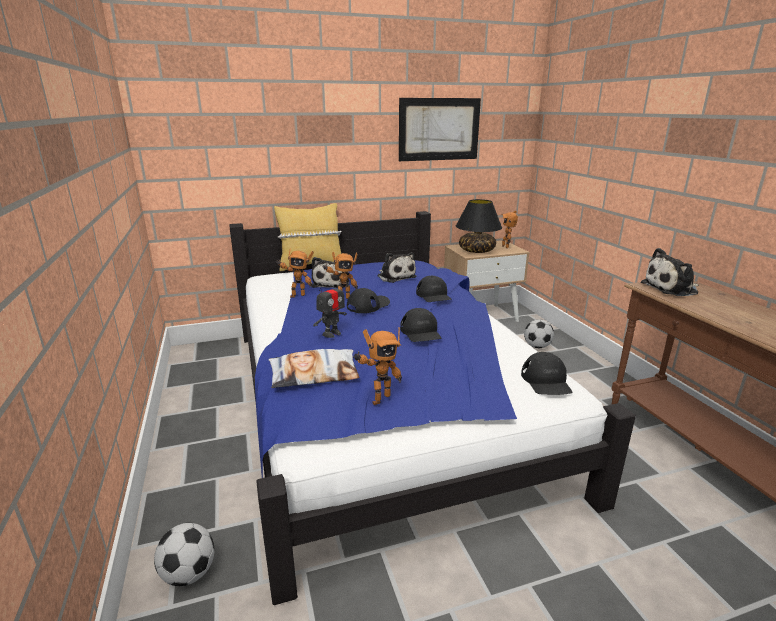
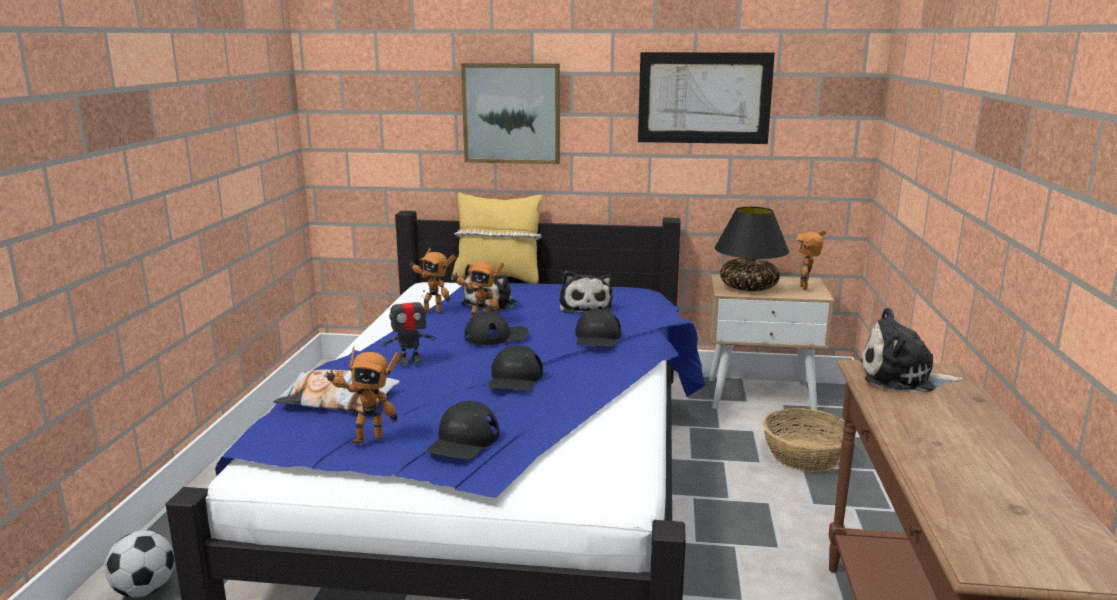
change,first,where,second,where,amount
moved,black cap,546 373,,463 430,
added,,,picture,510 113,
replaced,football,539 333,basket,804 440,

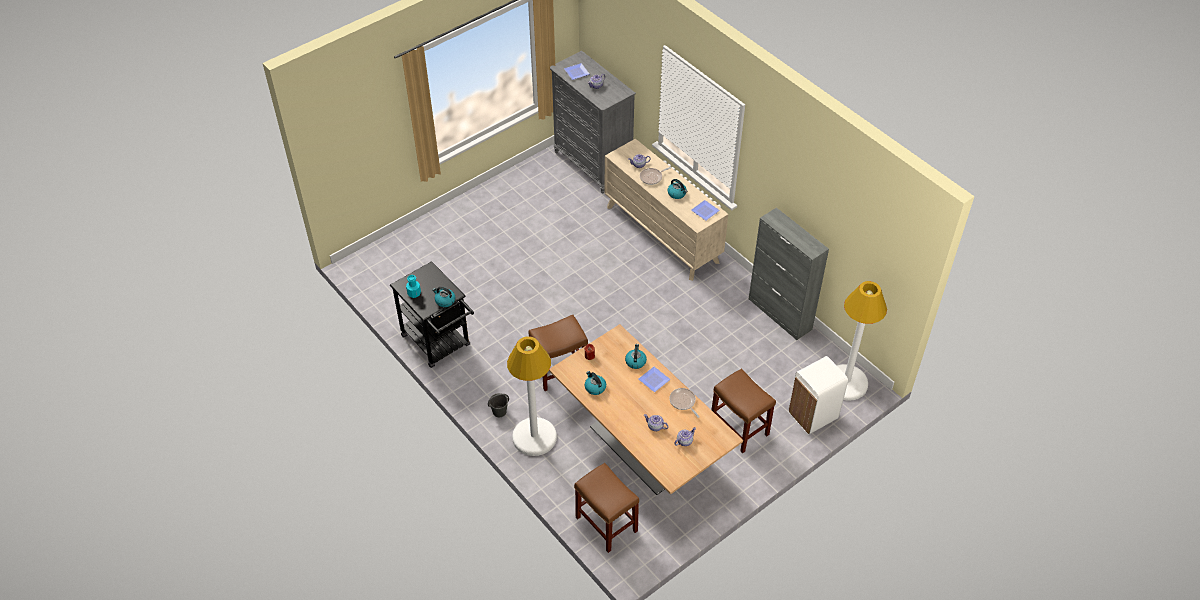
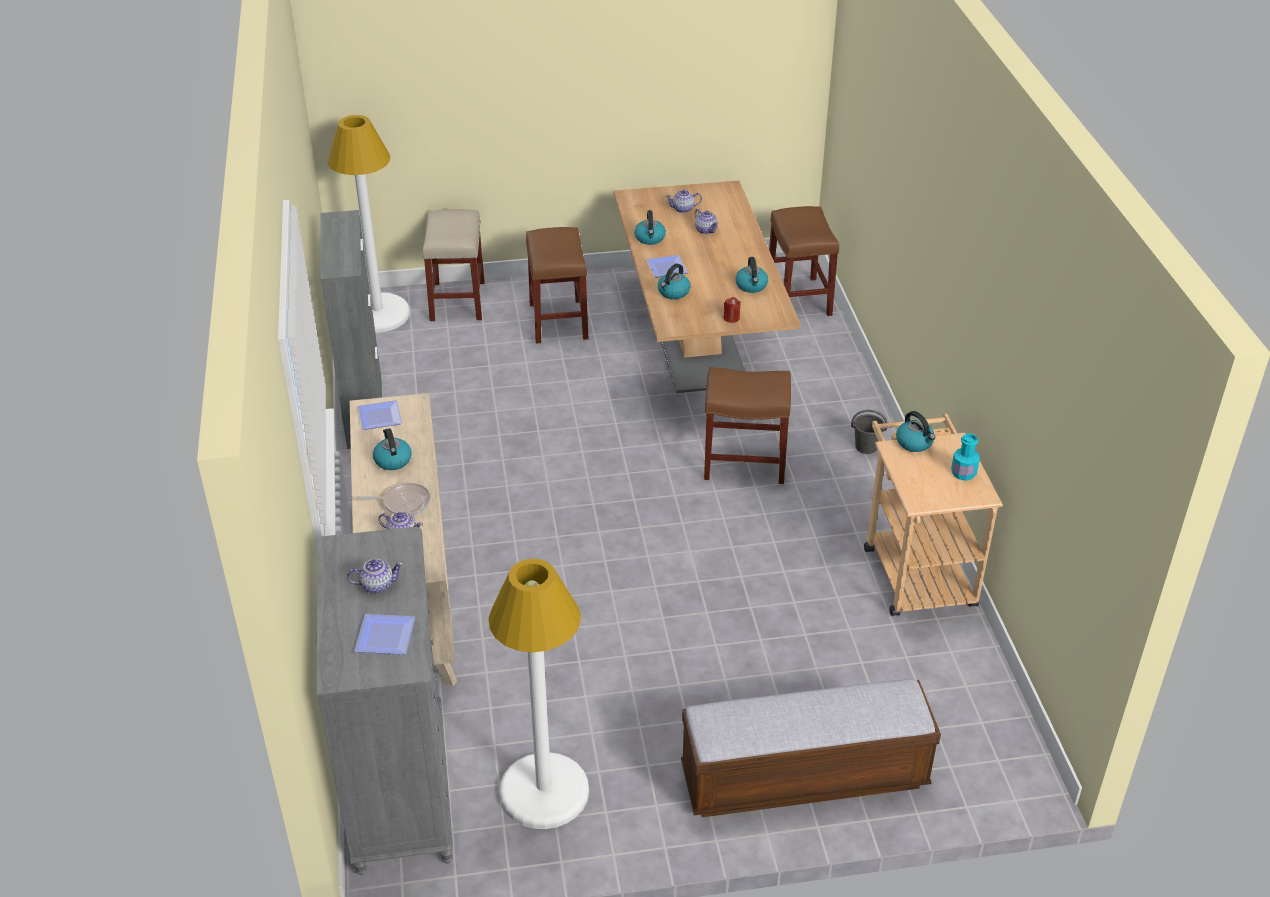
change,first,where,second,where,amount
replaced,whitish trash can,818 395,beige sitting stool,454 265,
moved,whitish floor lamp,532 396,,538 694,
replaced,frying pan,684 403,water kettle,650 227,
added,,,long seat,811 748,
recoloured,black wheeled cart,432 314,beige wheeled cart,933 515,

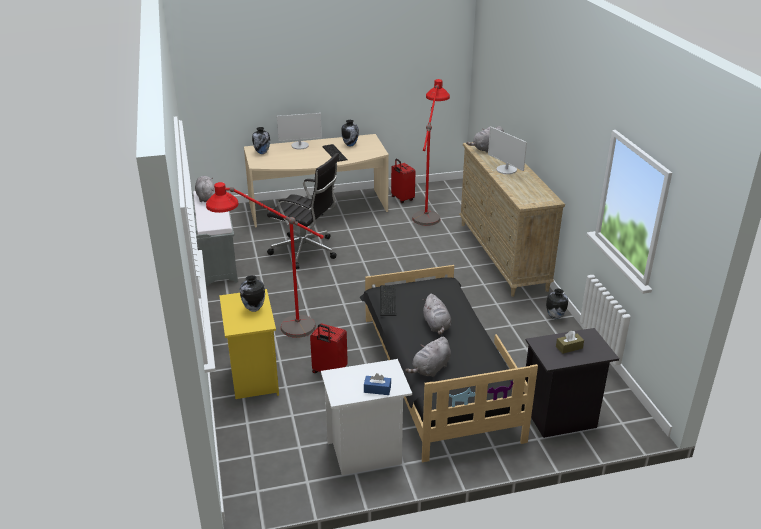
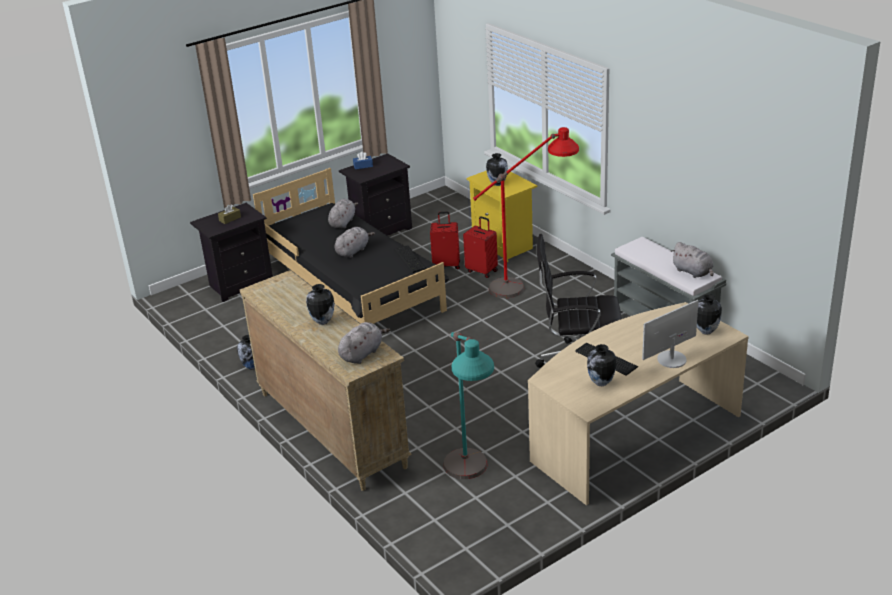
change,first,where,second,where,amount
replaced,monitor,507 150,flower vase,320 304,
turned,gray soft toy,437 314,,355 242,75 degrees clockwise
recoloured,whitish bedside table,366 417,black bedside table,375 194,
recoloured,red floor lamp,431 152,turquoise-coloured floor lamp,468 405,
moved,red suitcase,403 181,,480 247,

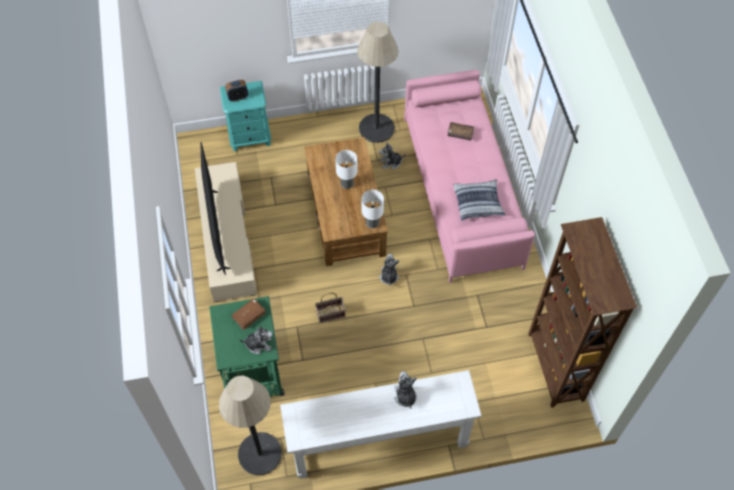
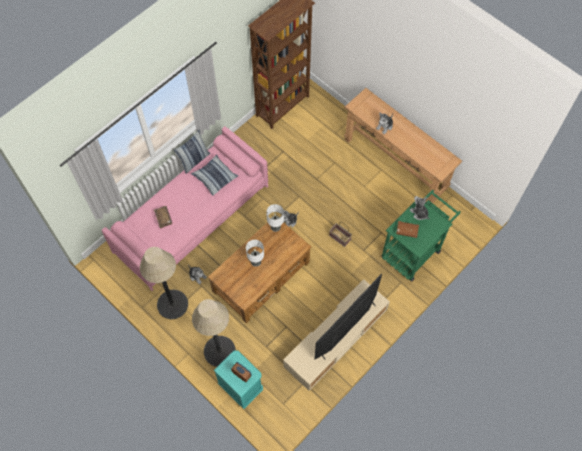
change,first,where,second,where,amount
added,,,throw pillow,192 152,
moved,floor lamp,250 425,,214 333,
recoloured,whitish hall table,381 424,brownish hall table,403 145,

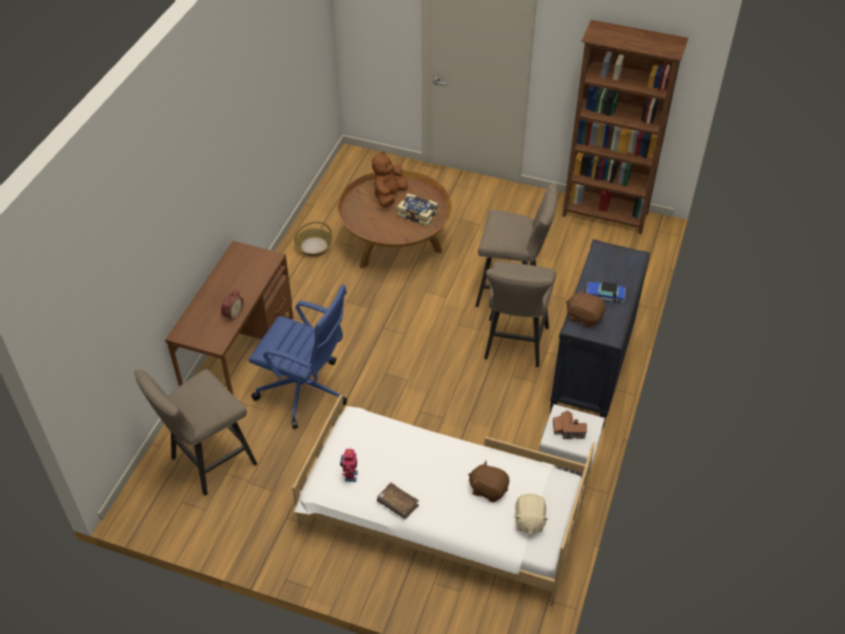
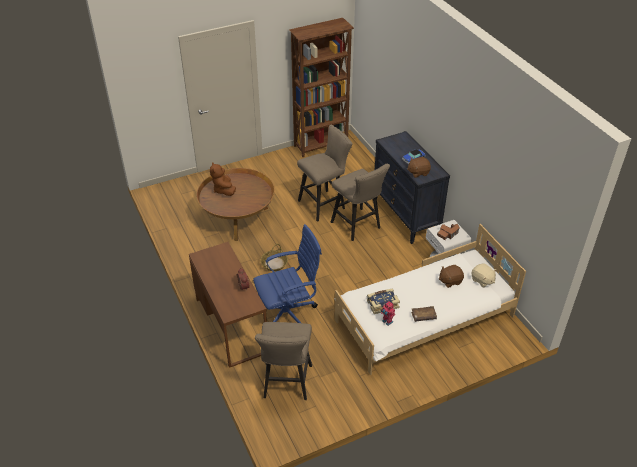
change,first,where,second,where,amount
moved,basket,313 239,,274 257,
moved,bound book,418 209,,383 301,

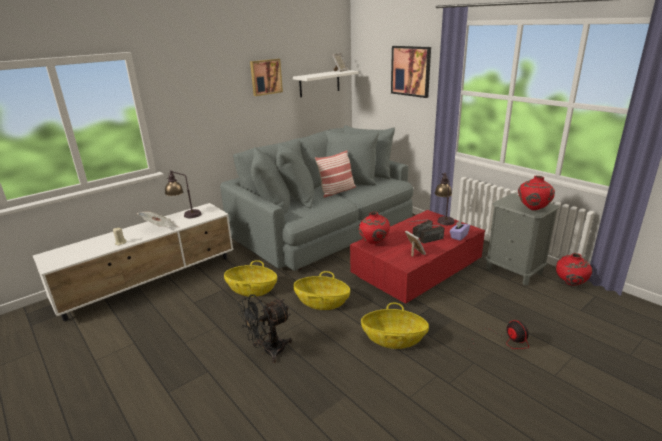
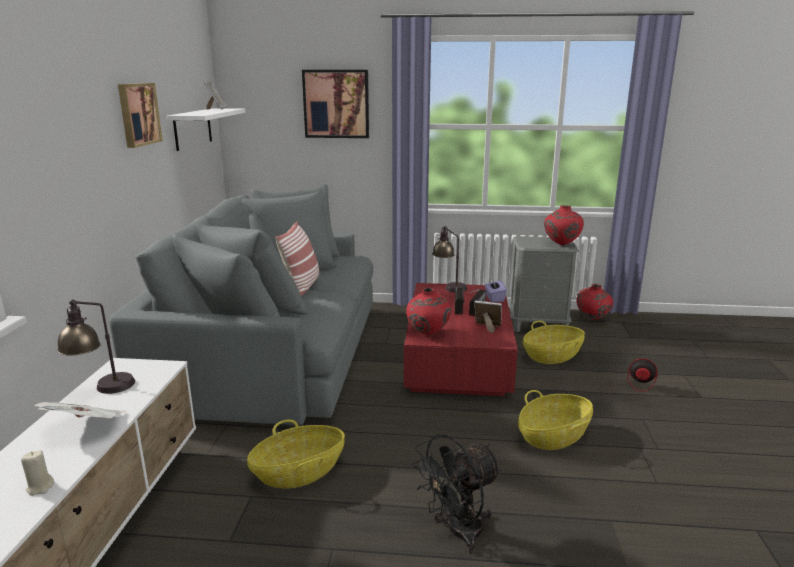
change,first,where,second,where,amount
turned,black cooling fan,265 328,,456 494,45 degrees clockwise
moved,basket,321 290,,554 342,

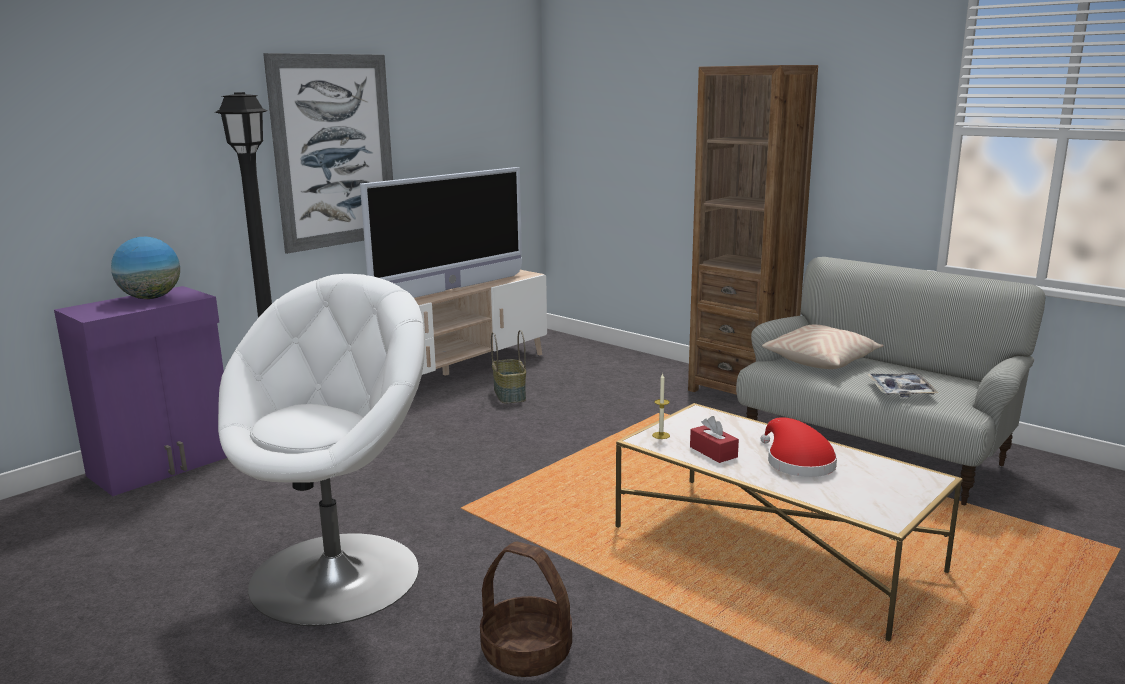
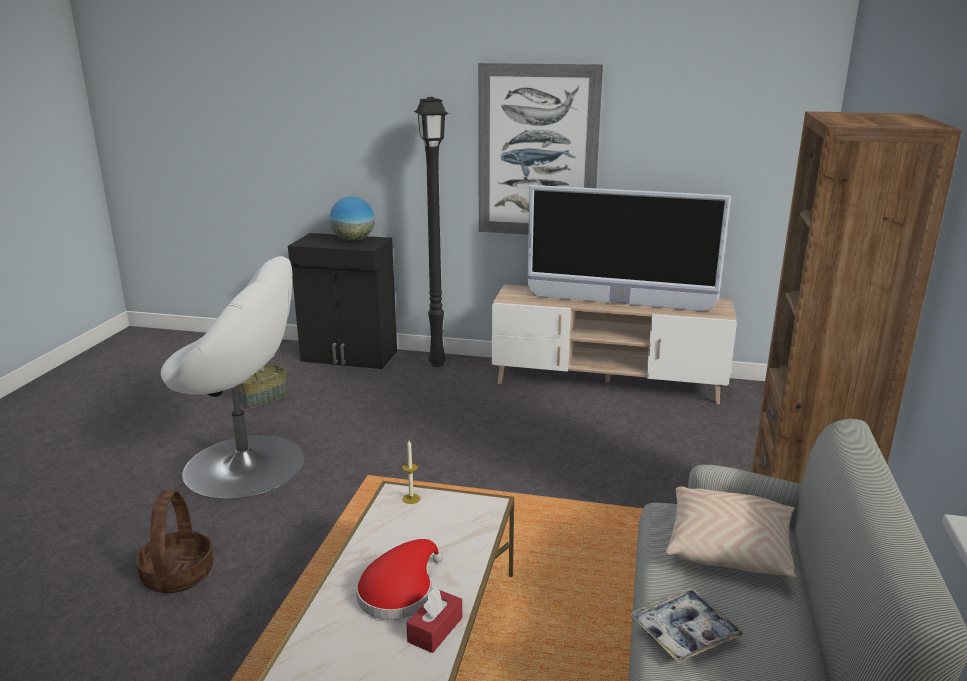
change,first,where,second,where,amount
moved,basket,508 367,,263 378,
recoloured,purplish cabinet,140 391,black cabinet,342 301,
moved,red box of tissues,714 439,,434 620,

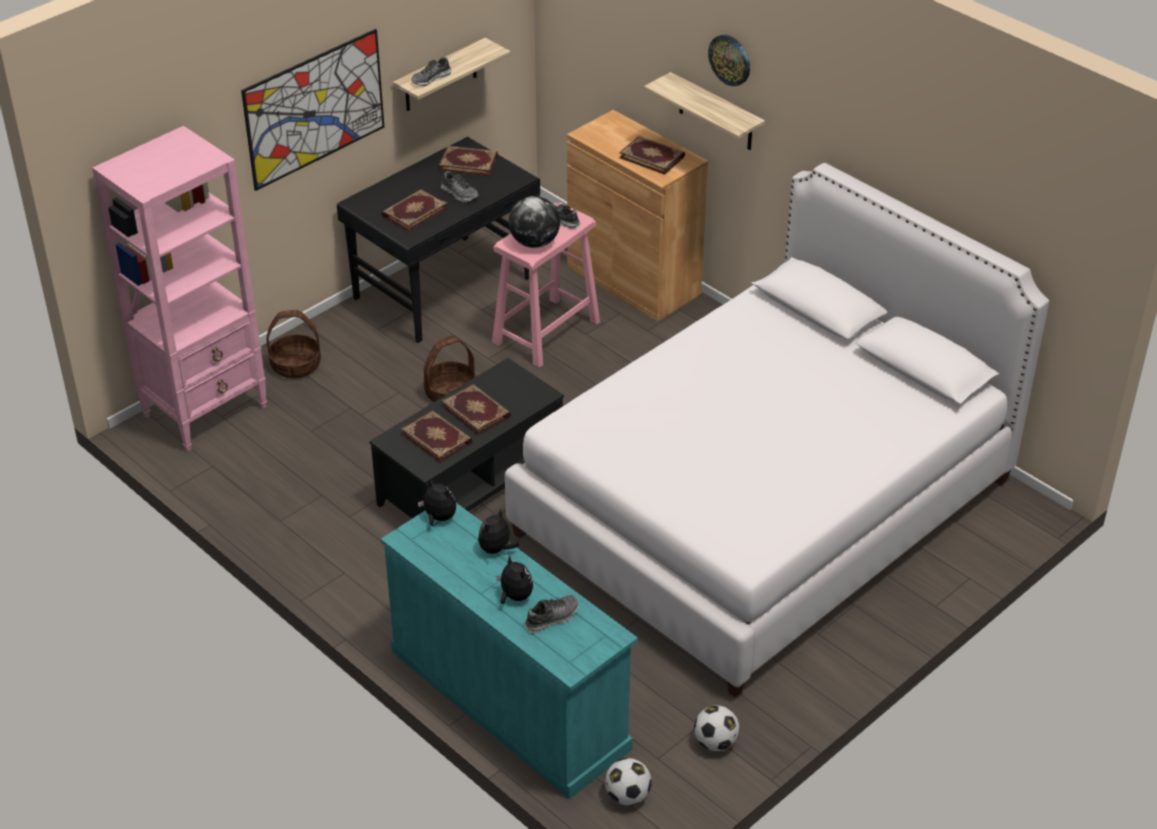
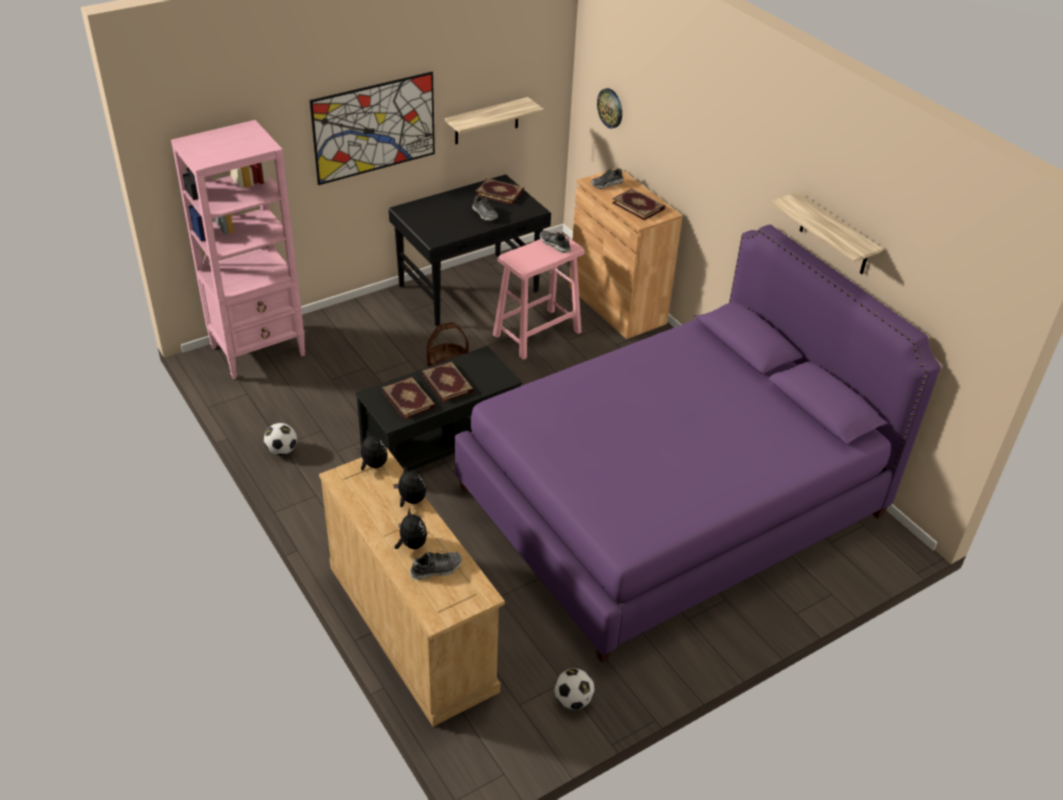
change,first,where,second,where,amount
moved,football,628 782,,280 439,
recoloured,turquoise-coloured drawer chest,509 651,beige drawer chest,412 587,
turned,soft toy,498 531,,409 486,90 degrees clockwise
recoloured,whitish bedroom bed,777 430,purplish bedroom bed,698 444,
moved,shoe,431 71,,607 178,
moved,wall clock,729 60,,609 108,
moved,wall shelf,704 111,,827 233,
removed,basket,293 344,,,
removed,bound book,414 210,,,
removed,desk globe,534 222,,,

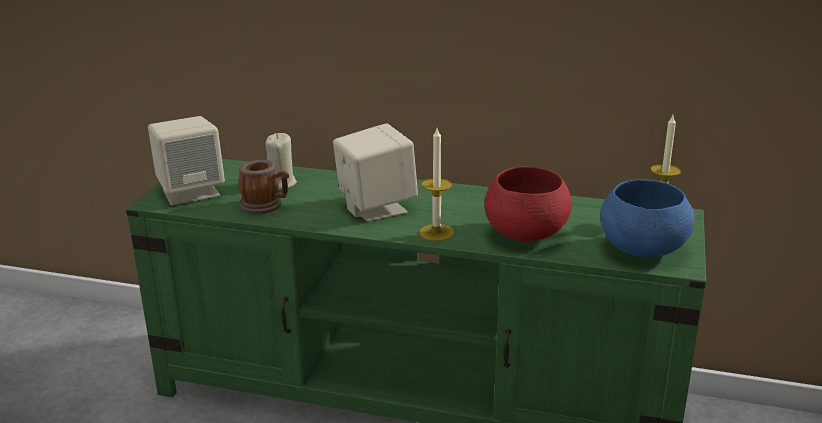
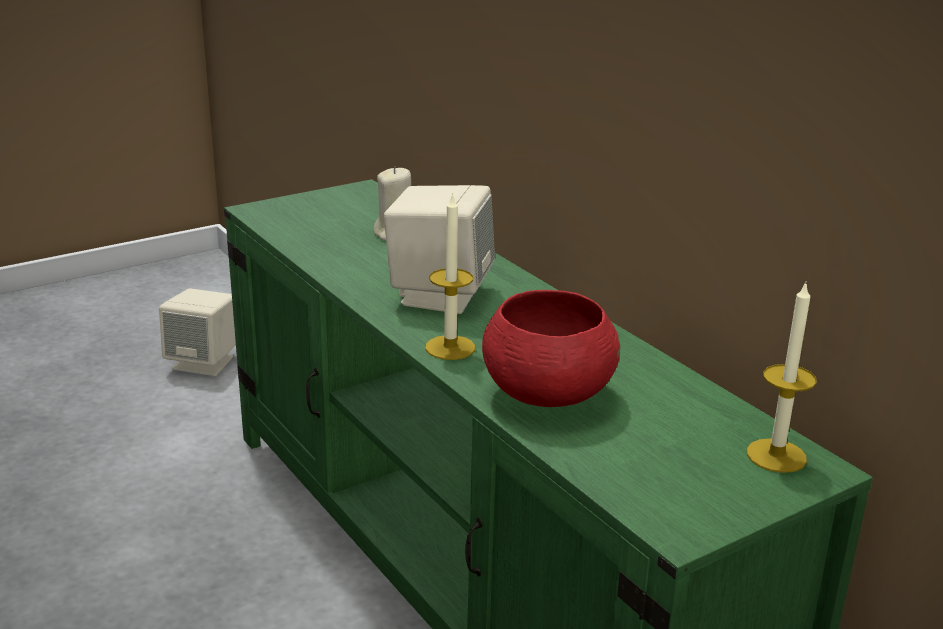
change,first,where,second,where,amount
moved,beige speaker,186 161,,197 332,
removed,mug,263 187,,,
removed,blue-coloured deep dish,647 218,,,

